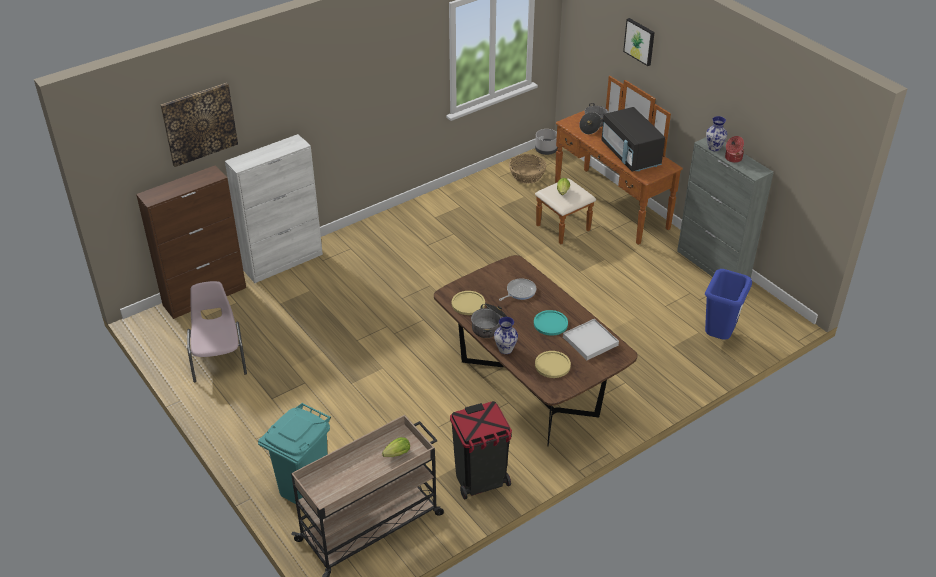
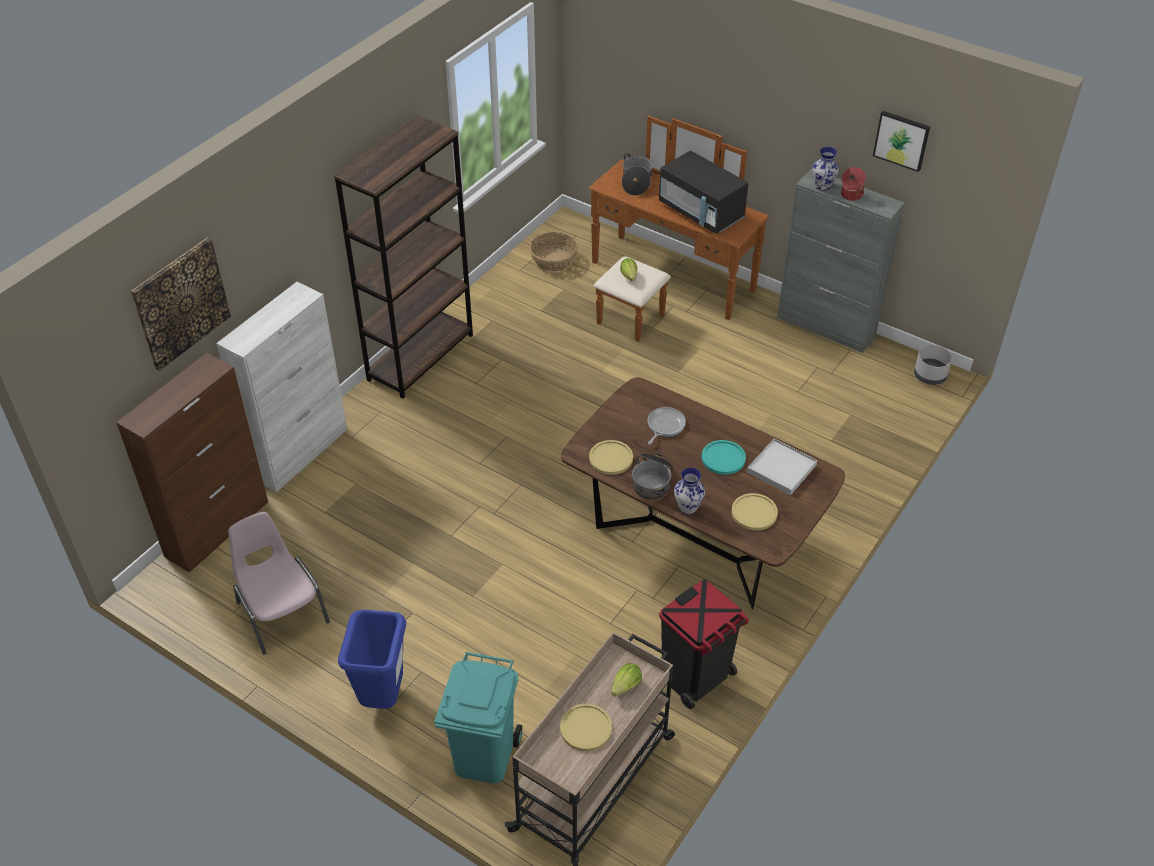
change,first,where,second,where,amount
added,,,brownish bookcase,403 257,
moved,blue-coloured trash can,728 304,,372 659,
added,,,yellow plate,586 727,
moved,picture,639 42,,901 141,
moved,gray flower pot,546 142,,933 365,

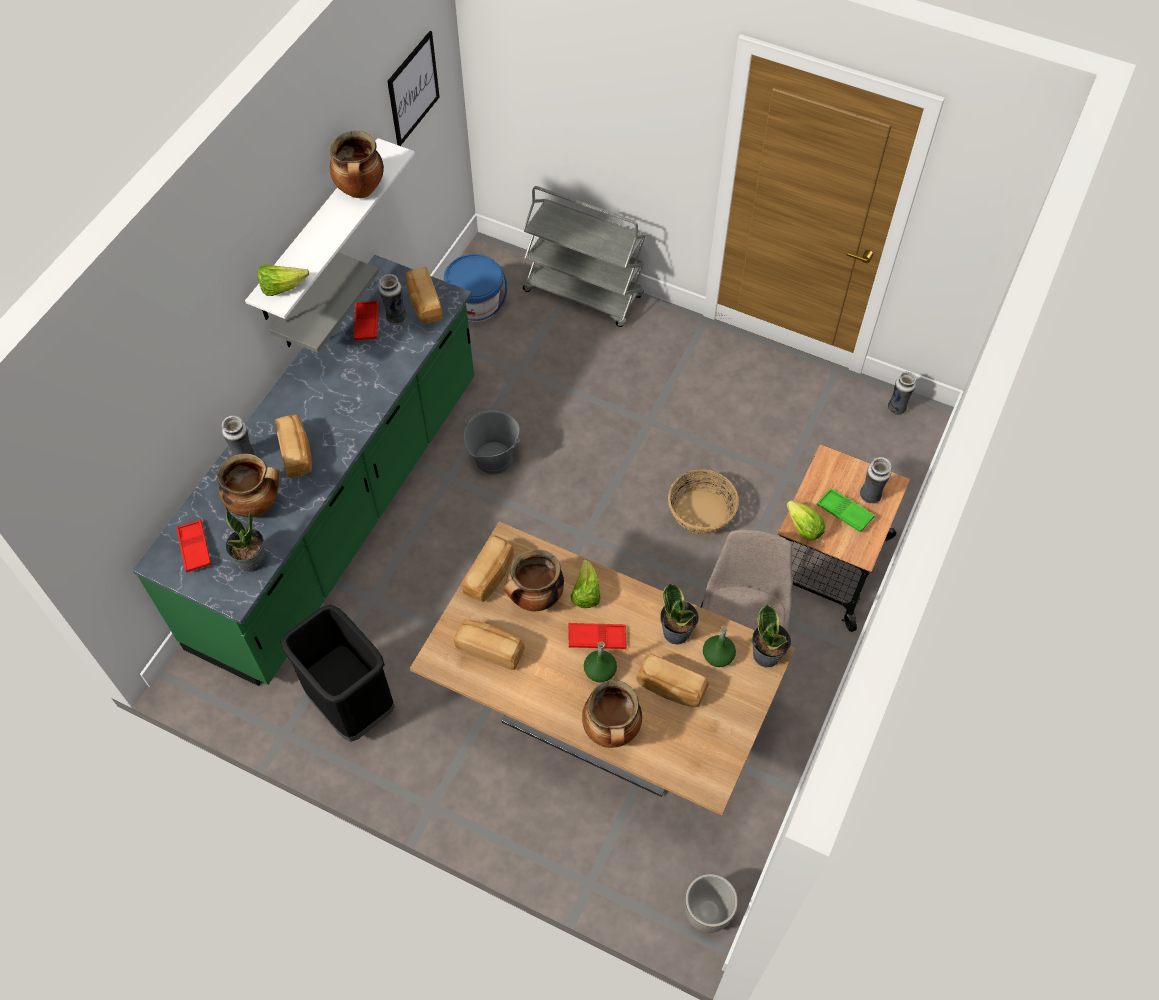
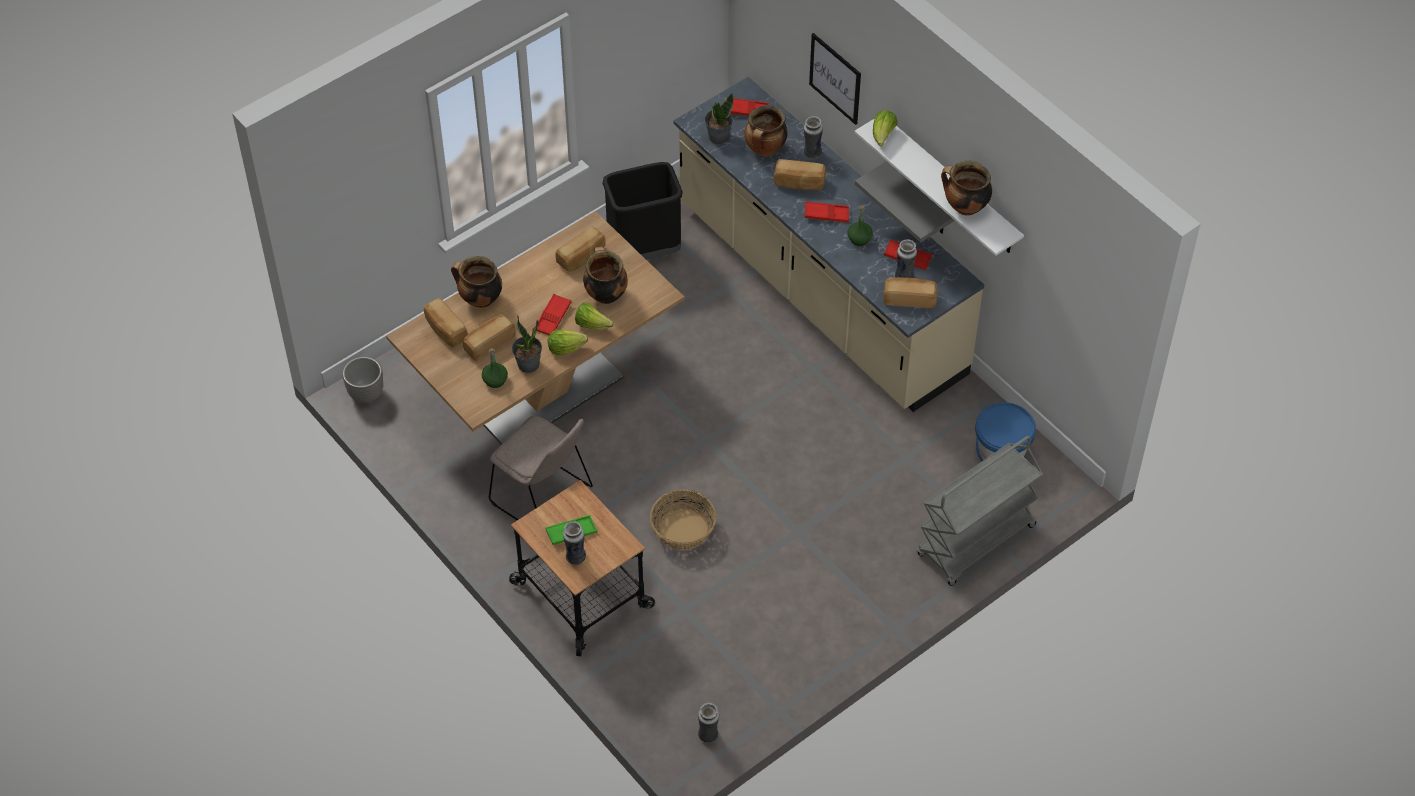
change,first,where,second,where,amount
moved,baked bread,487 569,,446 322,
moved,lettuce,805 520,,568 342,
recoloured,green-coloured kitchen counter,303 470,beige kitchen counter,829 244,
added,,,red serving tray,827 212,
moved,picture,413 88,,835 79,
moved,green-coloured drink bottle,600 661,,860 225,
removed,gray water bucket,492 443,,,
removed,potted plant,771 636,,,

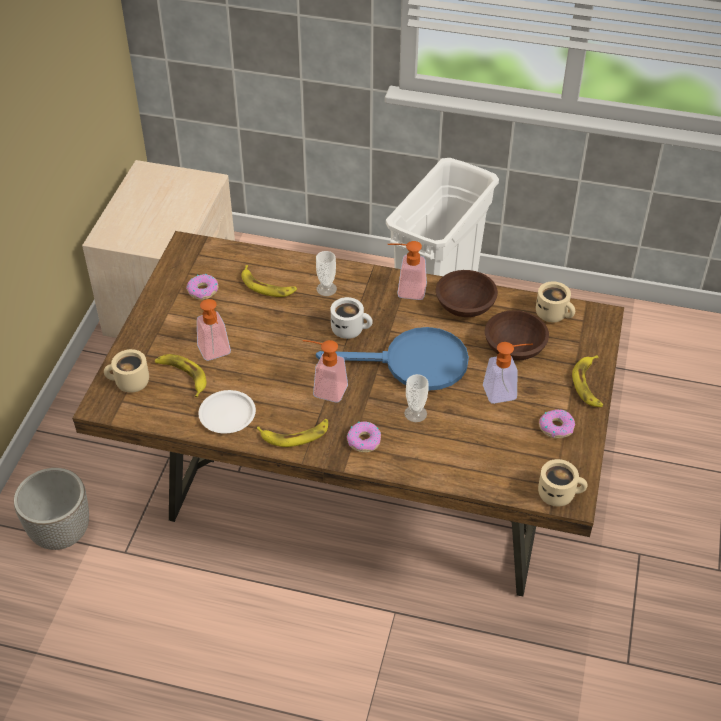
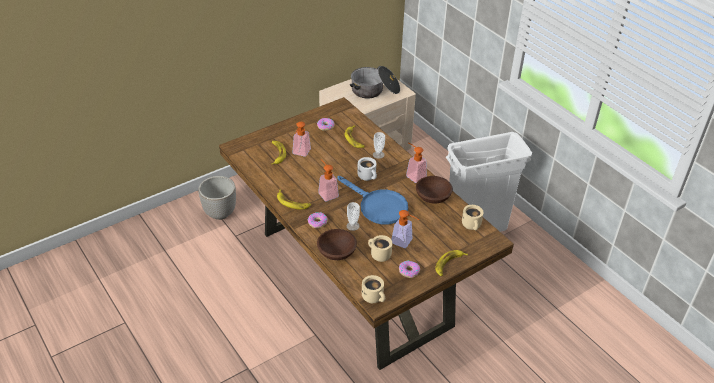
change,first,where,second,where,amount
moved,brownish deep dish,517 335,,337 244,
added,,,cooking pot,375 82,
moved,beige mug,126 371,,380 248,
removed,whitish plate,227 412,,,

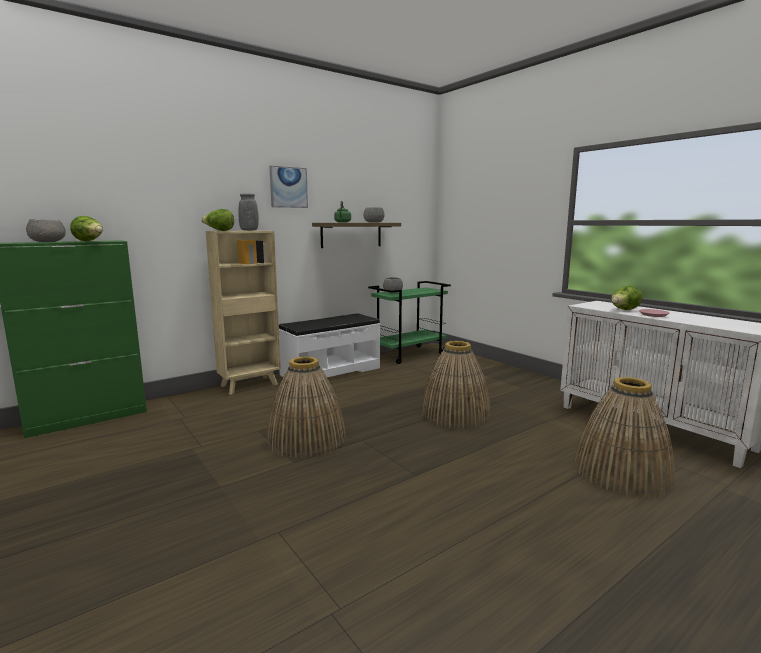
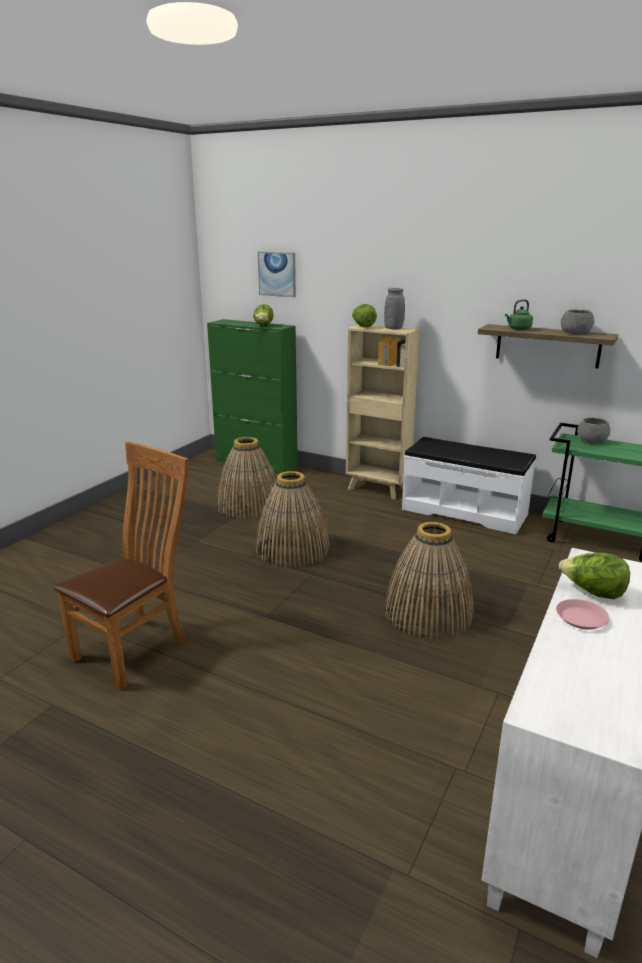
change,first,where,second,where,amount
added,,,brownish chair,120 565,
moved,basket,624 437,,248 478,
moved,picture,288 187,,277 274,
removed,gray deep dish,46 230,,,

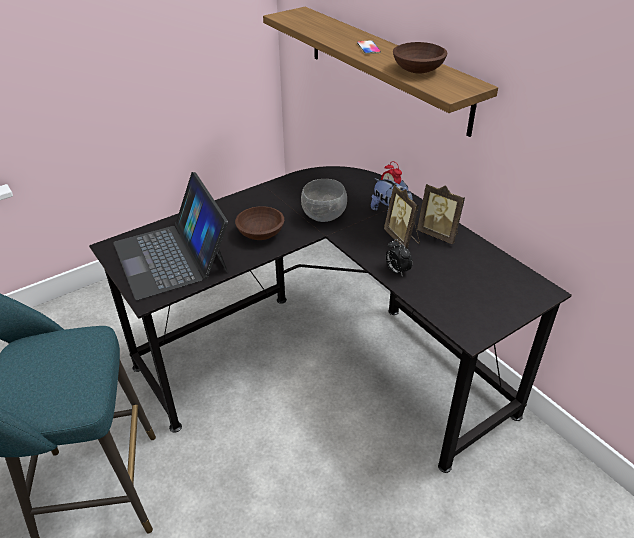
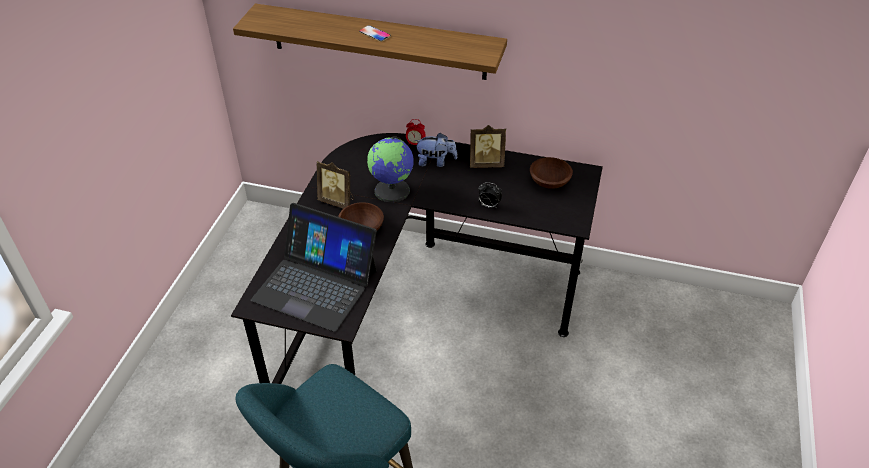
change,first,where,second,where,amount
moved,photo frame,402 217,,335 185,
replaced,gray deep dish,324 200,desk globe,390 169,
moved,brownish deep dish,420 58,,551 173,

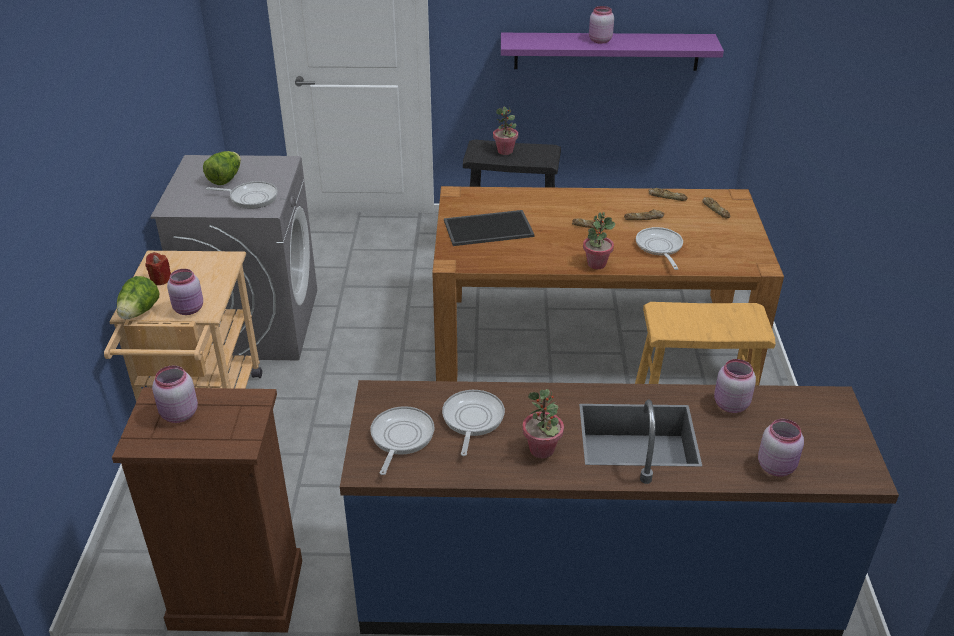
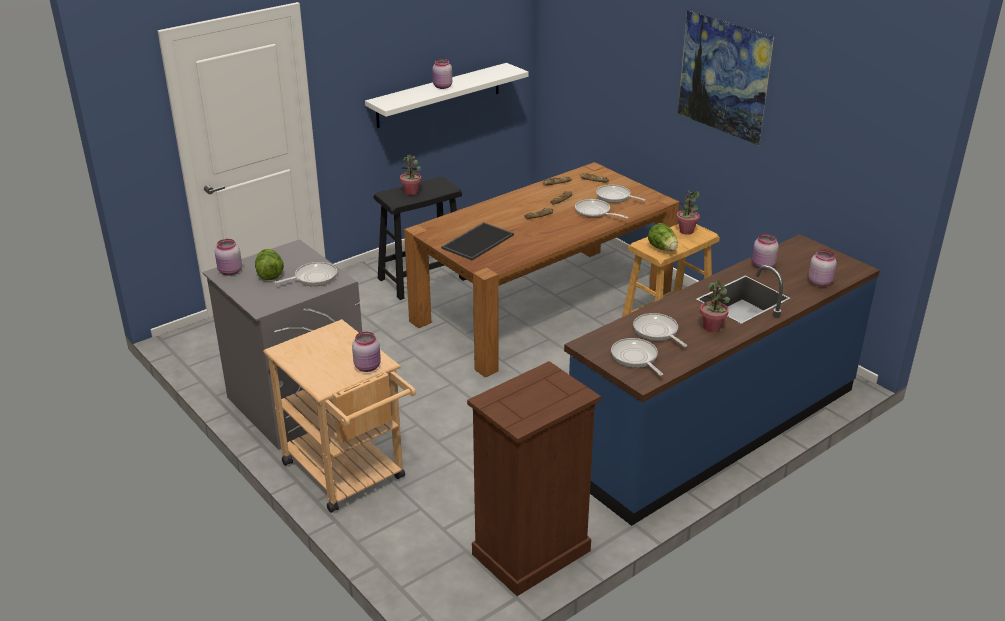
change,first,where,second,where,amount
moved,pink-coloured jar,175 394,,228 257,
recoloured,purplish wall shelf,612 52,whitish wall shelf,447 95,
added,,,frying pan,621 194,
moved,lettuce,138 297,,663 237,
moved,potted plant,599 240,,688 213,
added,,,picture,726 78,
removed,red wax candle,158 268,,,

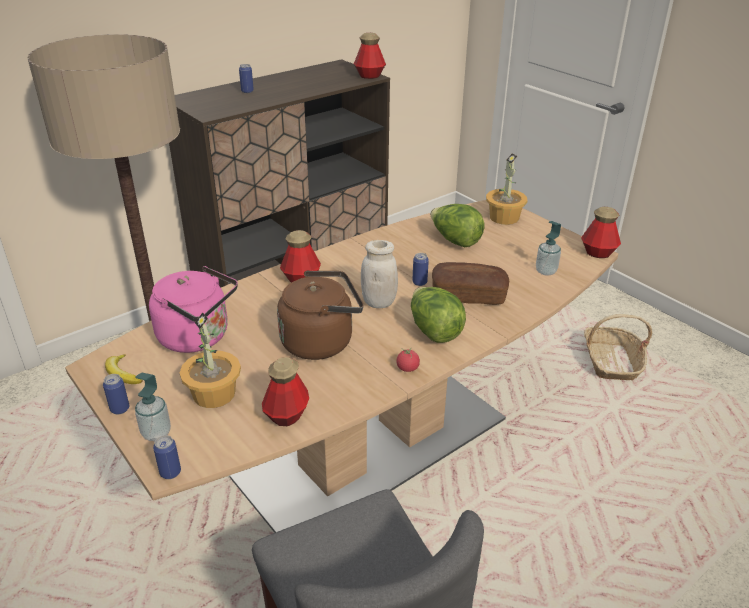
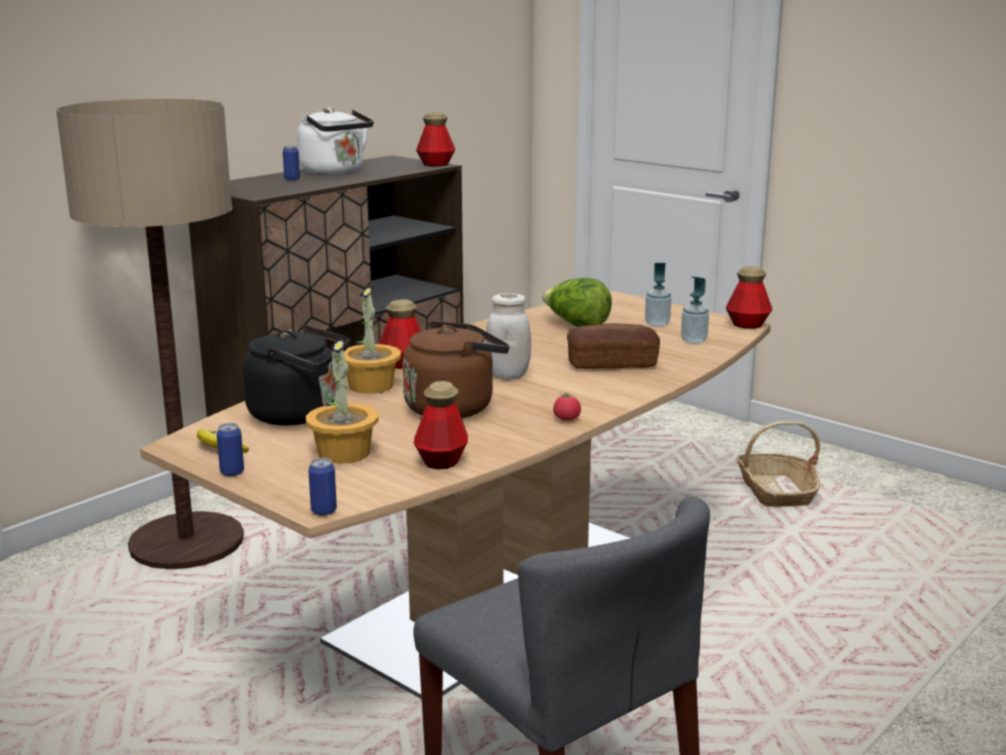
change,first,where,second,where,amount
recoloured,pink-coloured water kettle,193 309,black water kettle,296 375,
added,,,whitish water kettle,335 141,
moved,potted plant,506 189,,372 339,
moved,soap dispenser,153 407,,658 295,
removed,lettuce,438 315,,,
removed,can,420 269,,,

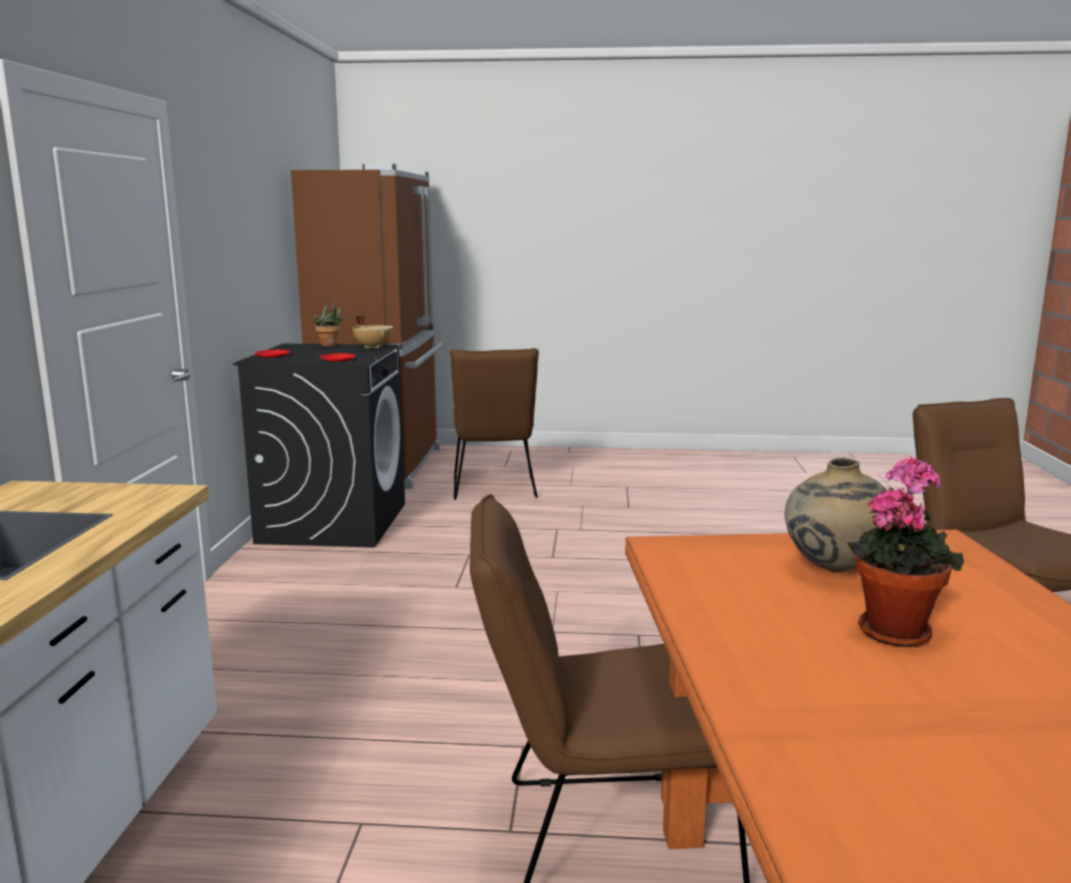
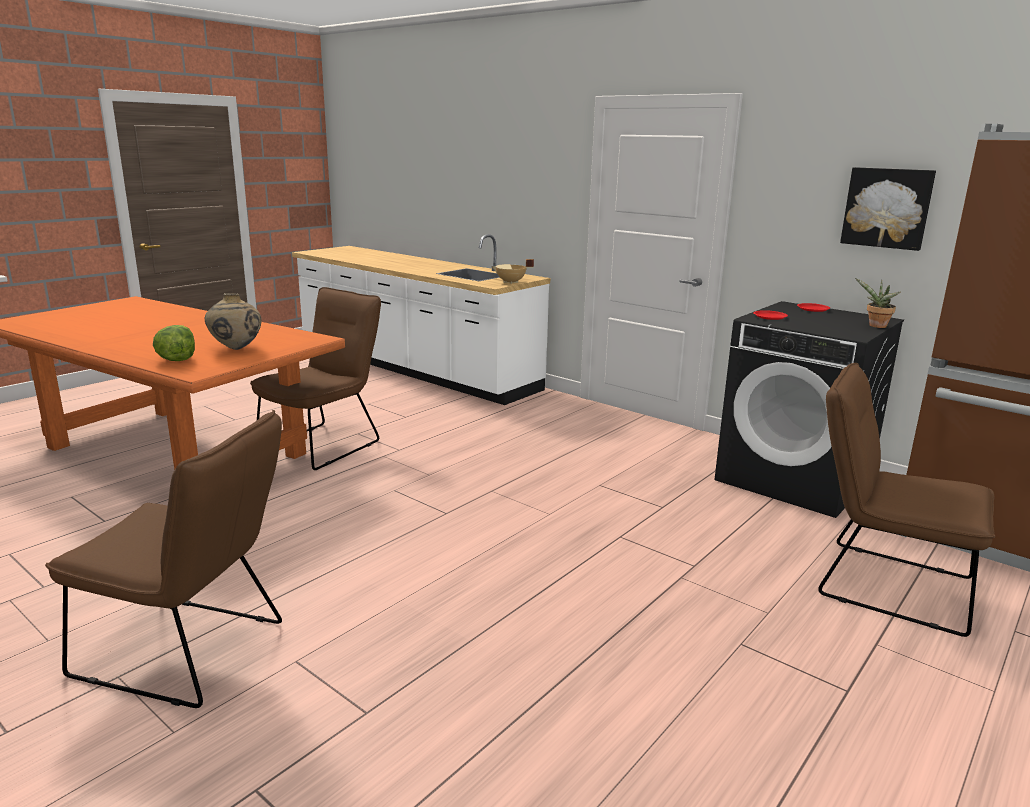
change,first,where,second,where,amount
added,,,lettuce,174 343,
moved,beige cooking pot,372 332,,513 271,
added,,,picture,888 209,
removed,potted plant,905 551,,,

